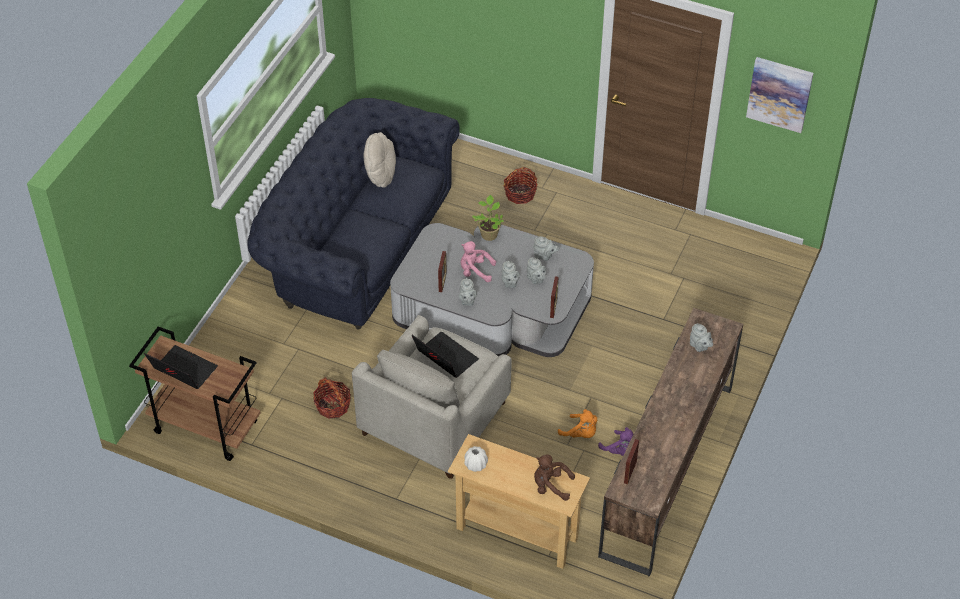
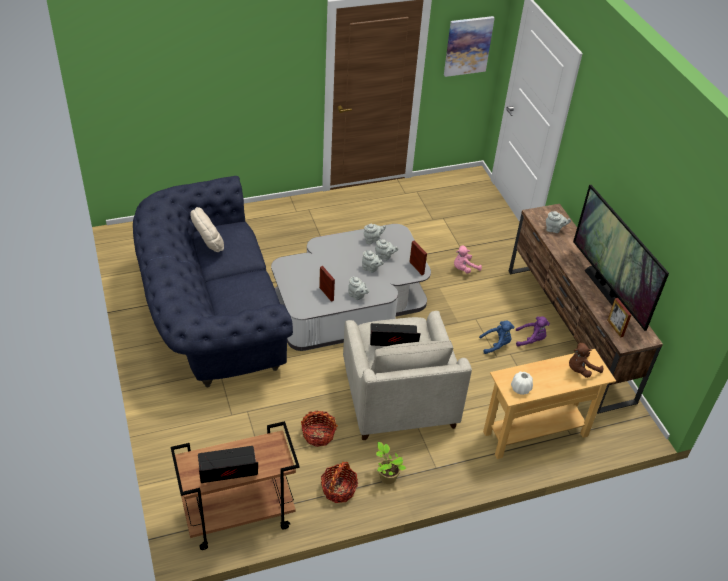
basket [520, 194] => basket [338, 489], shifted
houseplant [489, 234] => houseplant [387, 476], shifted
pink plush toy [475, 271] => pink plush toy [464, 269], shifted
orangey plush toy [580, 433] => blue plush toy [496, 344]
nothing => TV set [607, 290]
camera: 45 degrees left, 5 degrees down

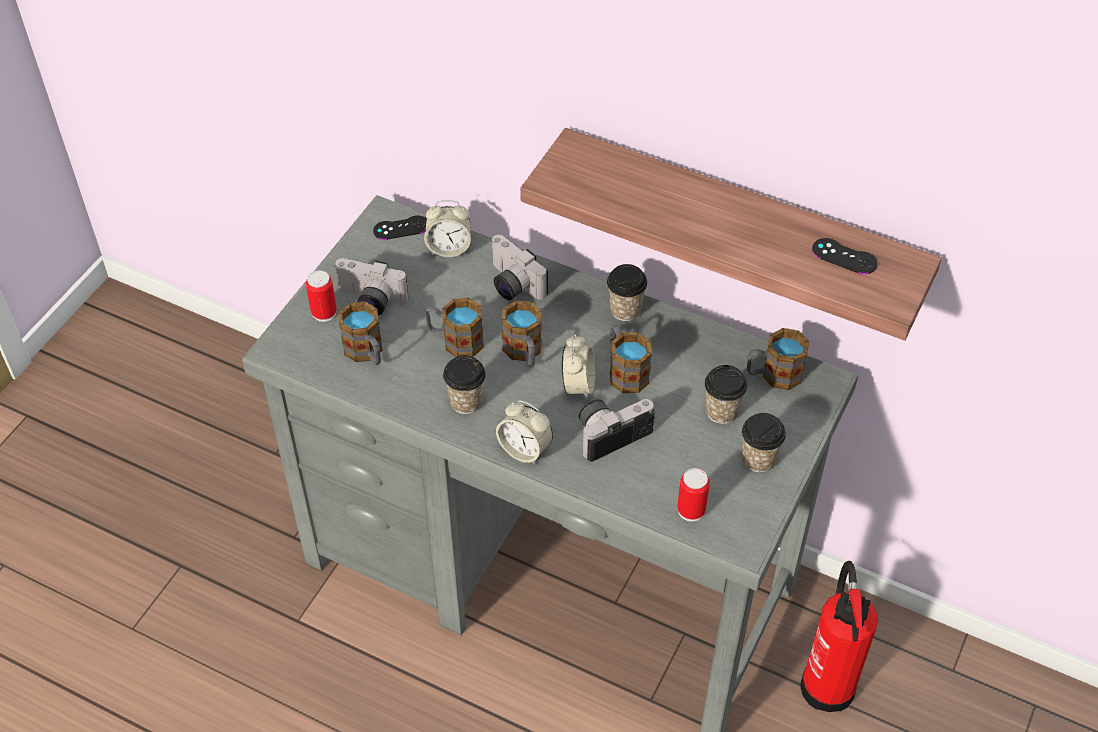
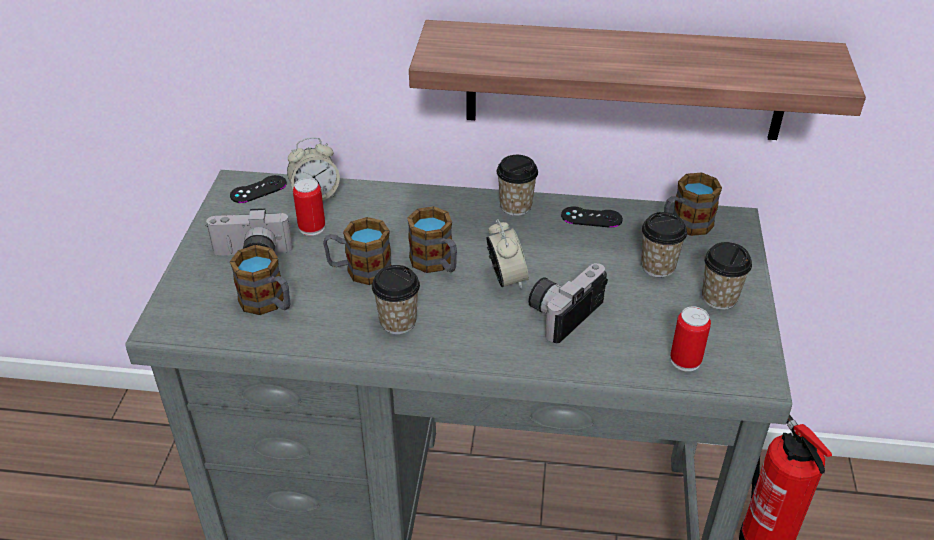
photo camera [511, 284] => nothing
black-coloured joypad [844, 256] => black-coloured joypad [591, 217], shifted
sealed can [324, 312] => sealed can [312, 227], shifted
coffee mug [625, 370] => nothing
bedside clock [525, 449] => nothing
camera: 20 degrees left, 10 degrees down

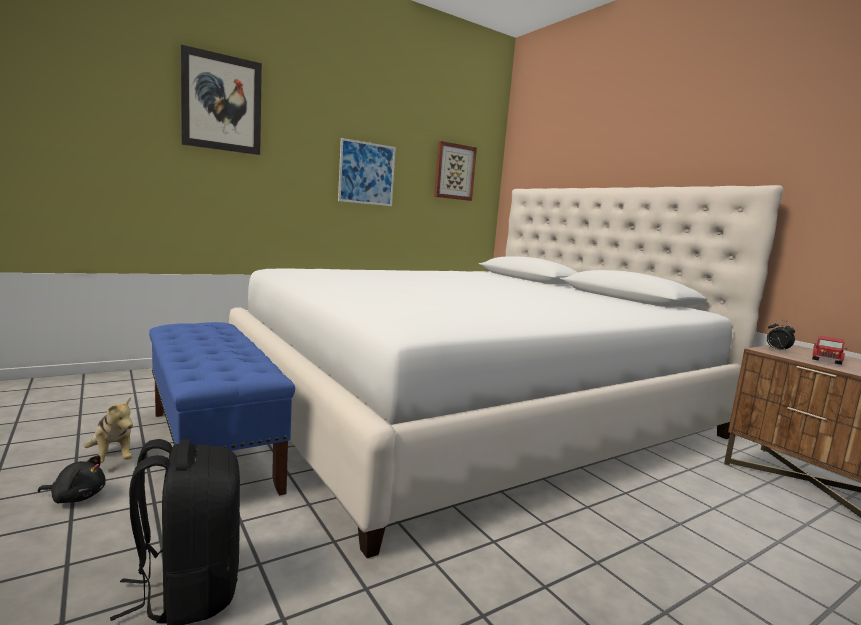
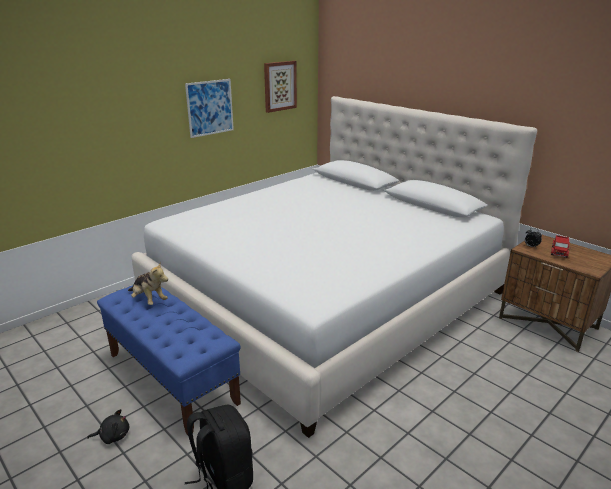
picture [222, 103] => nothing
plush toy [112, 457] => plush toy [148, 300], shifted
camera: 10 degrees left, 15 degrees up

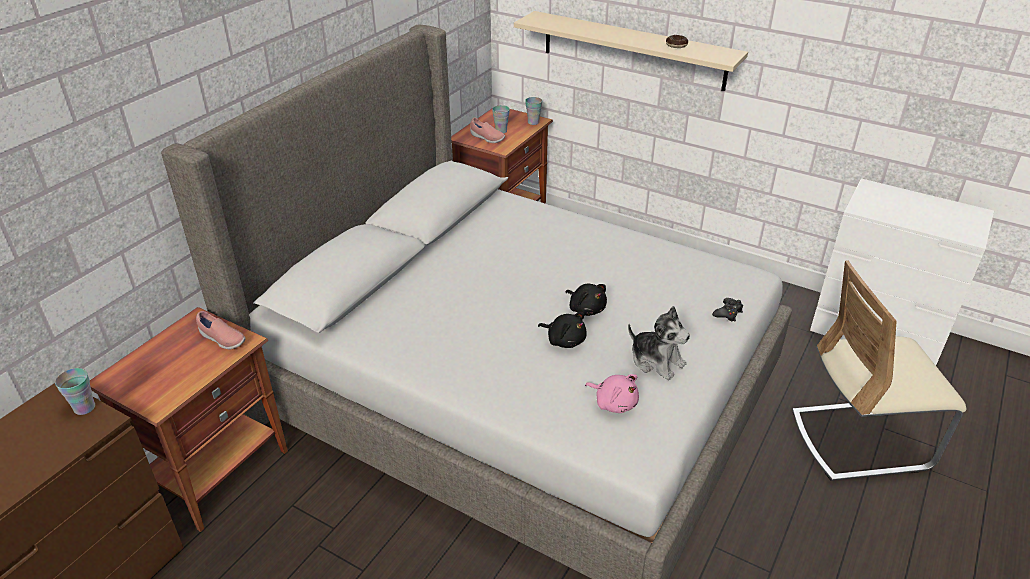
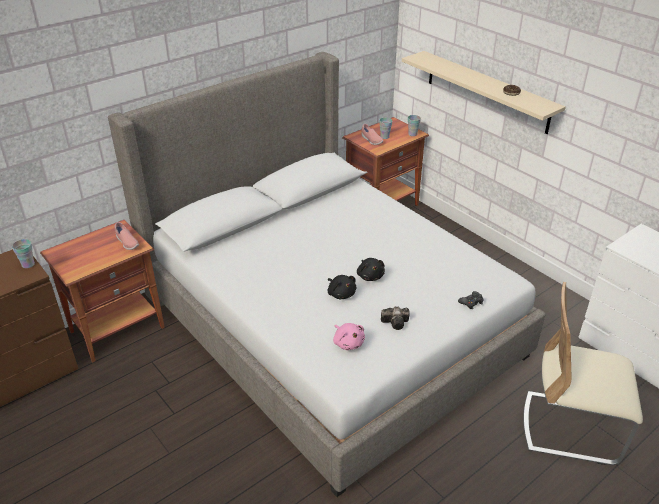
plush toy [656, 361] => photo camera [396, 323]
camera: 20 degrees right, 0 degrees up

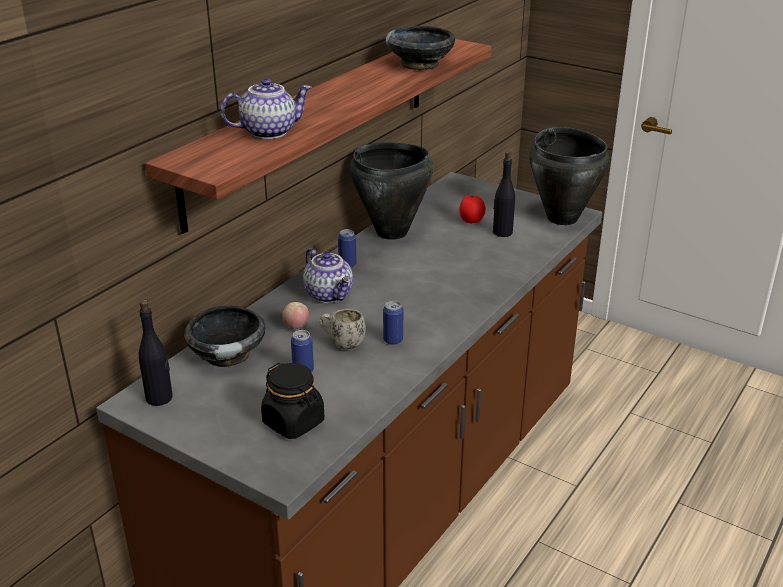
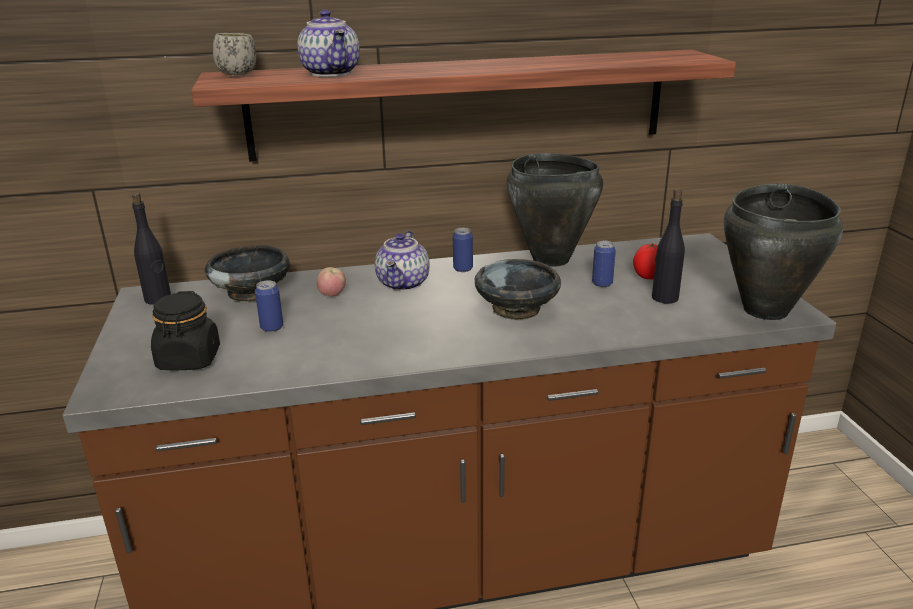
black-coloured bowl [420, 64] => black-coloured bowl [516, 309], shifted
pot for tea [269, 131] => pot for tea [332, 73], 45 degrees clockwise
sealed can [393, 340] => sealed can [602, 283], shifted
white-coloured coffee mug [342, 343] => white-coloured coffee mug [236, 74], shifted
camera: 45 degrees right, 5 degrees down

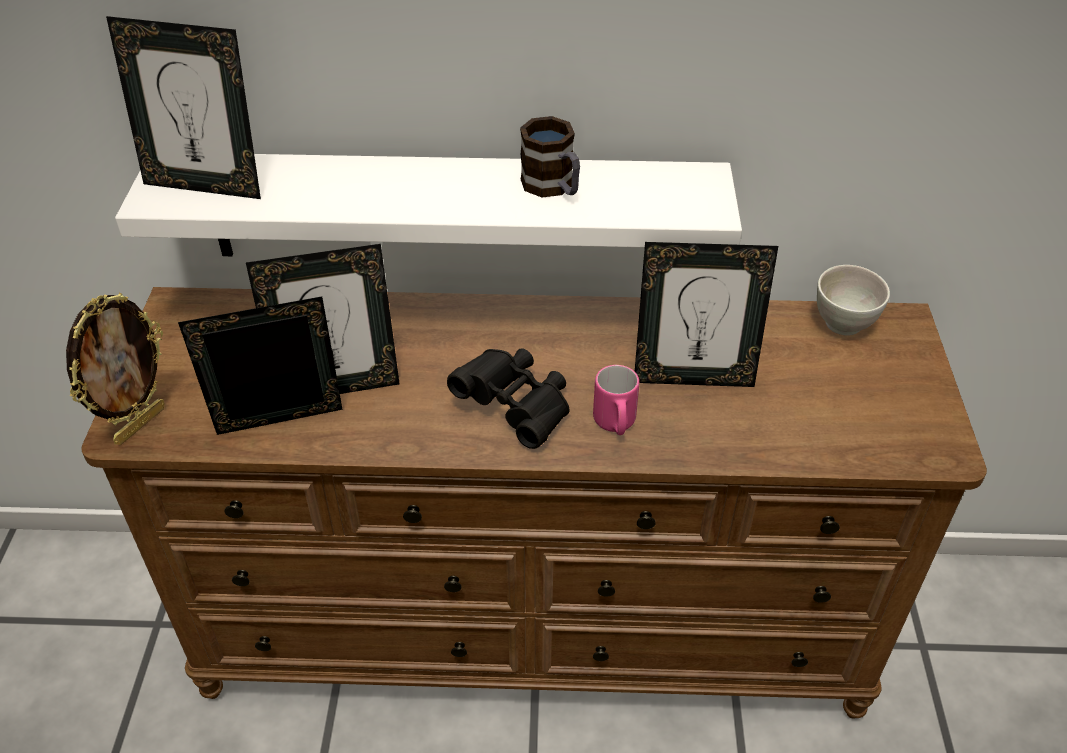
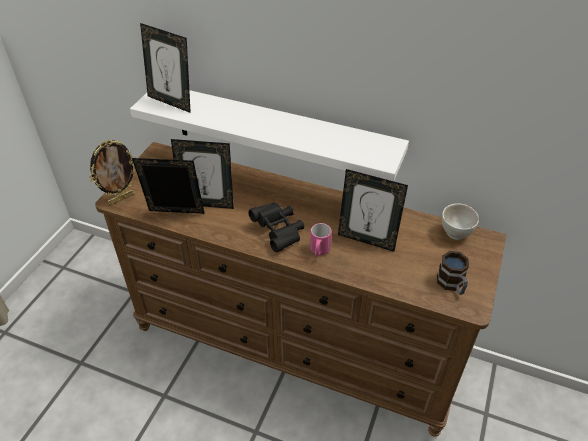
coffee mug [553, 188] => coffee mug [452, 285], shifted
camera: 20 degrees right, 0 degrees up

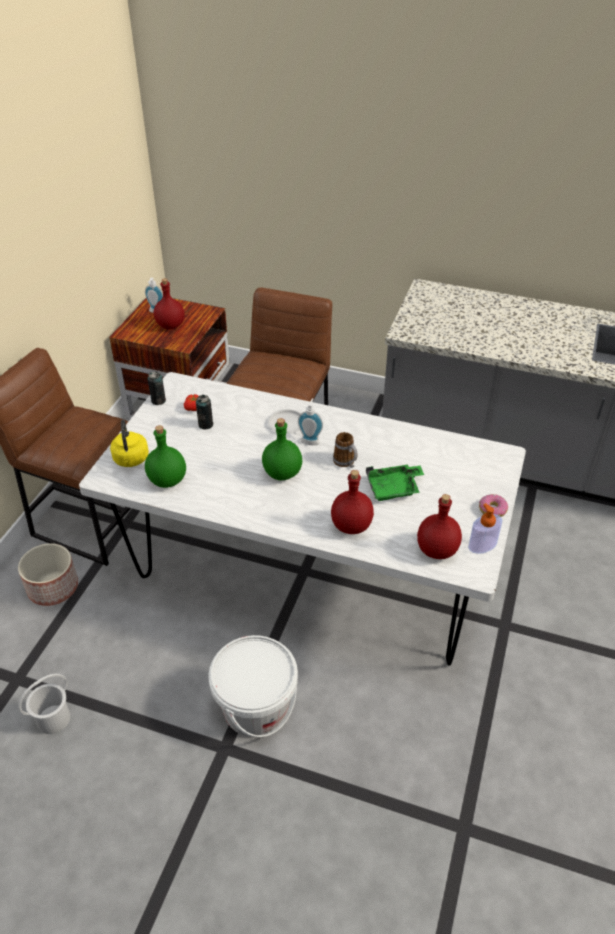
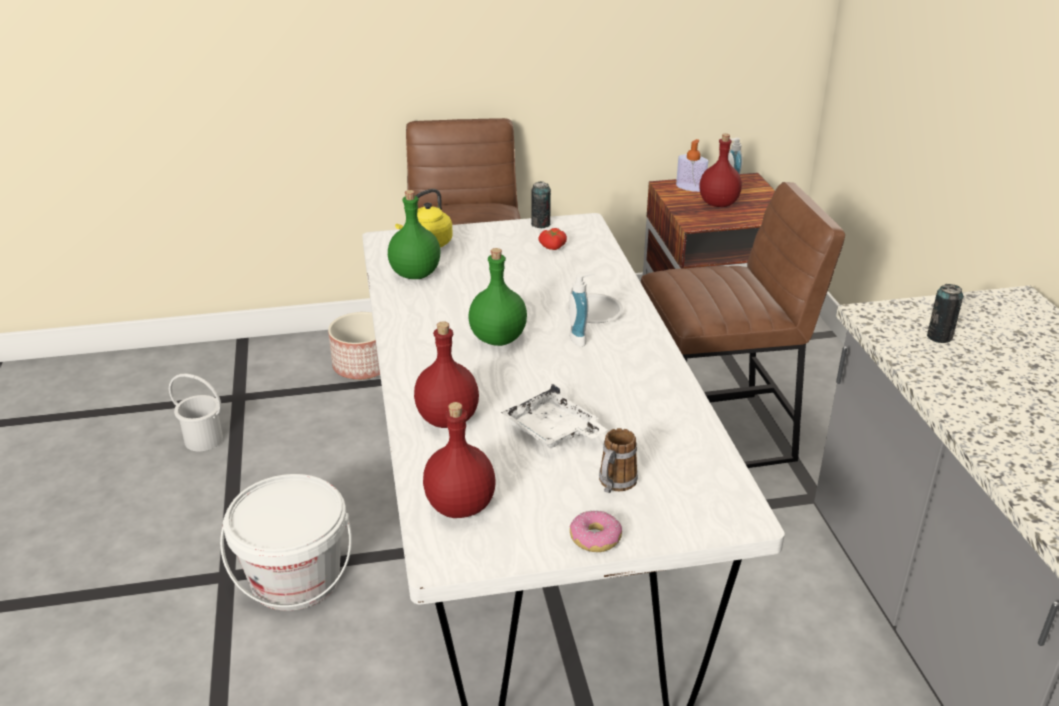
sealed can [205, 424] => sealed can [939, 337], shifted
coffee mug [346, 463] => coffee mug [614, 485], shifted
green-coloured carrying tray [394, 488] => white-coloured carrying tray [553, 431]
soap bottle [482, 545] => soap bottle [690, 187], shifted
camera: 60 degrees right, 10 degrees down

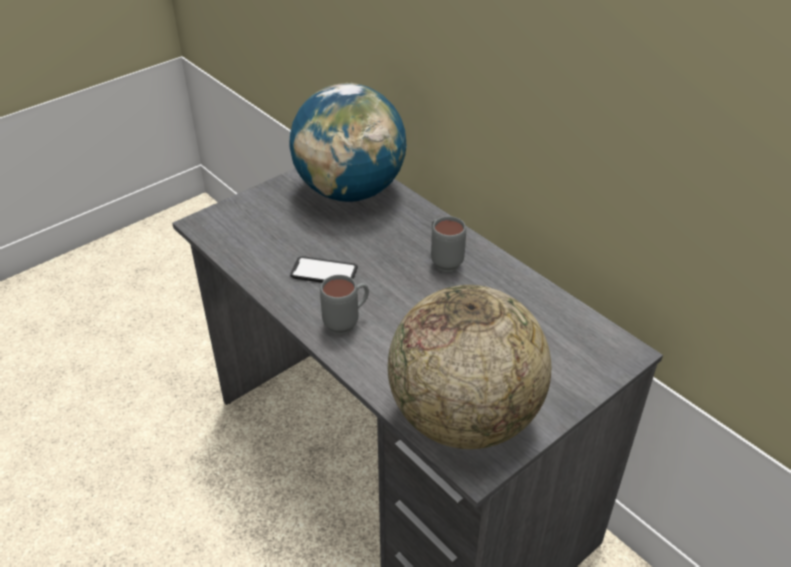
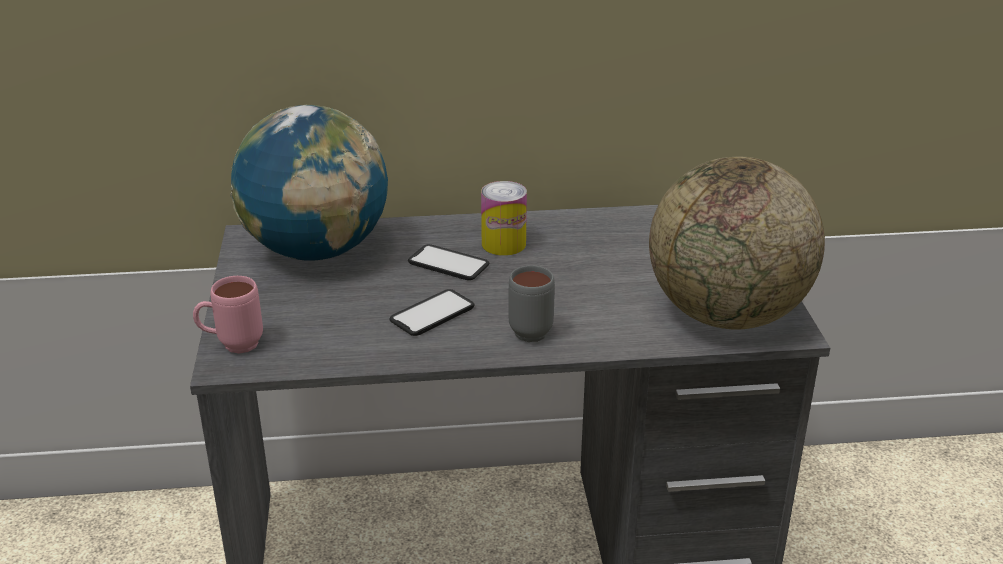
greyish coffee mug [443, 261] => sealed can [503, 244]
nothing => handset [448, 264]
nothing => pink coffee mug [232, 346]
camera: 55 degrees left, 10 degrees down

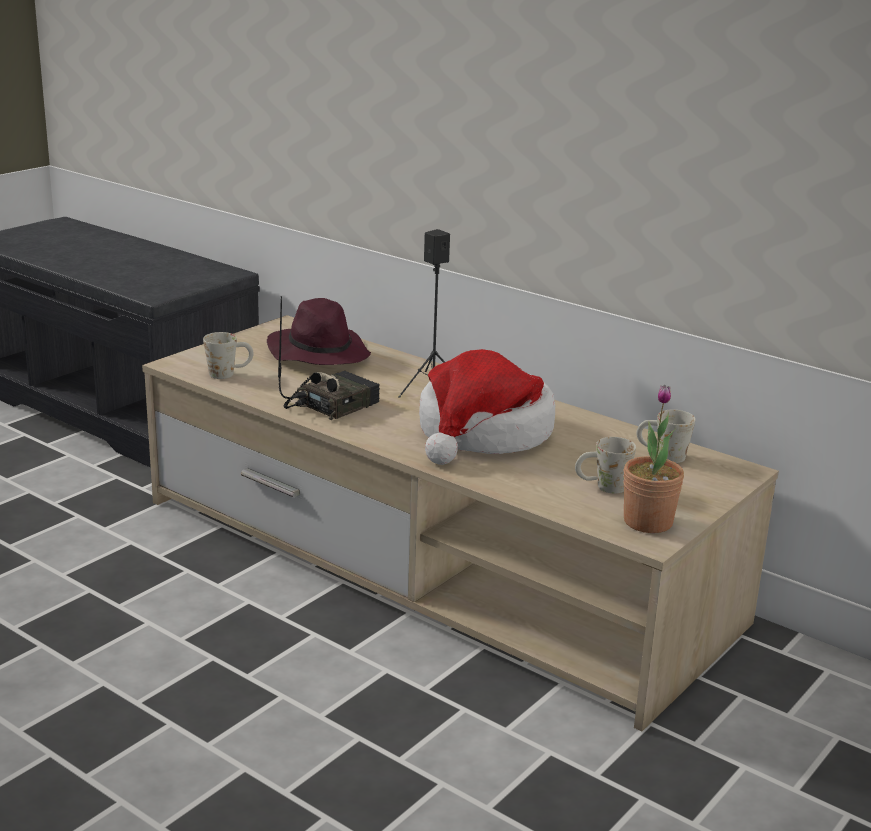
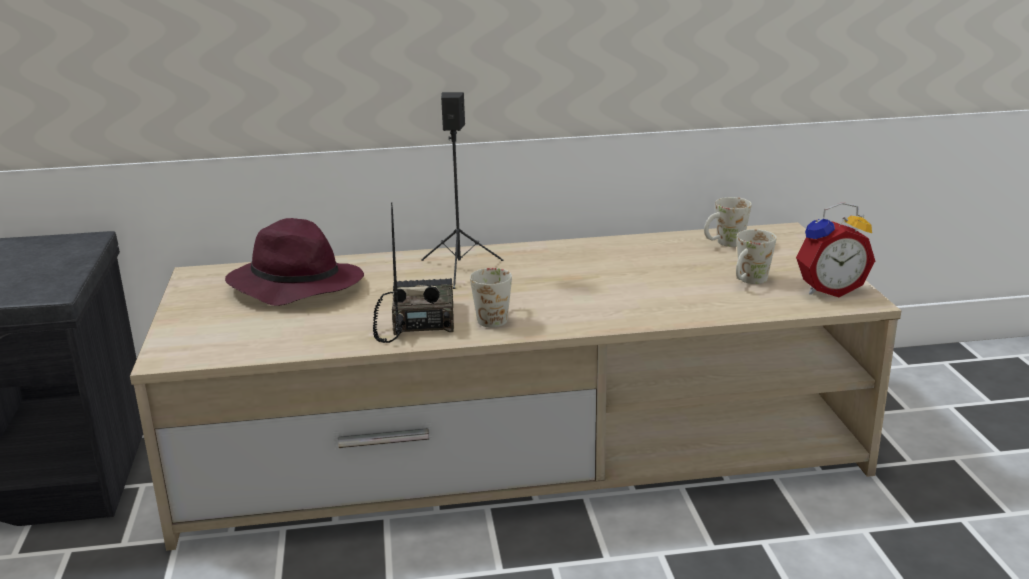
white-coloured coffee mug [229, 373] => white-coloured coffee mug [496, 317], shifted
hat [483, 434] => nothing
houseplant [648, 522] => bedside clock [829, 289]
camera: 45 degrees left, 0 degrees up

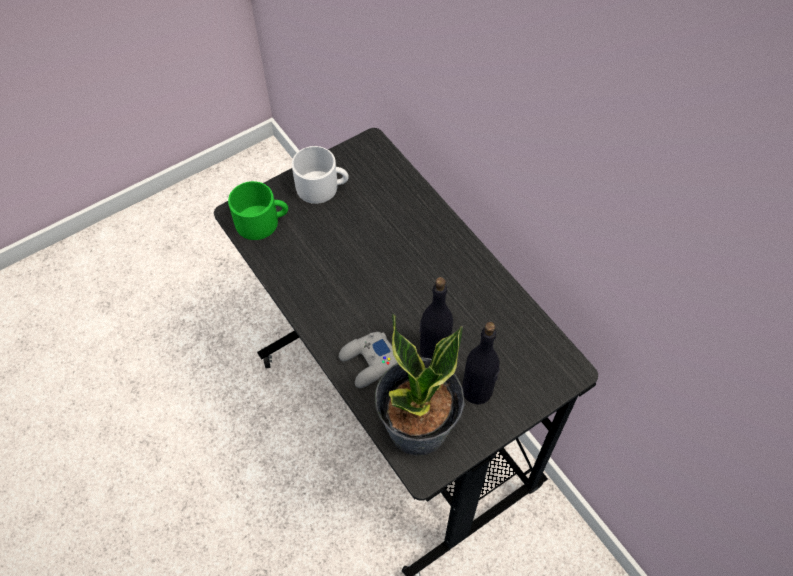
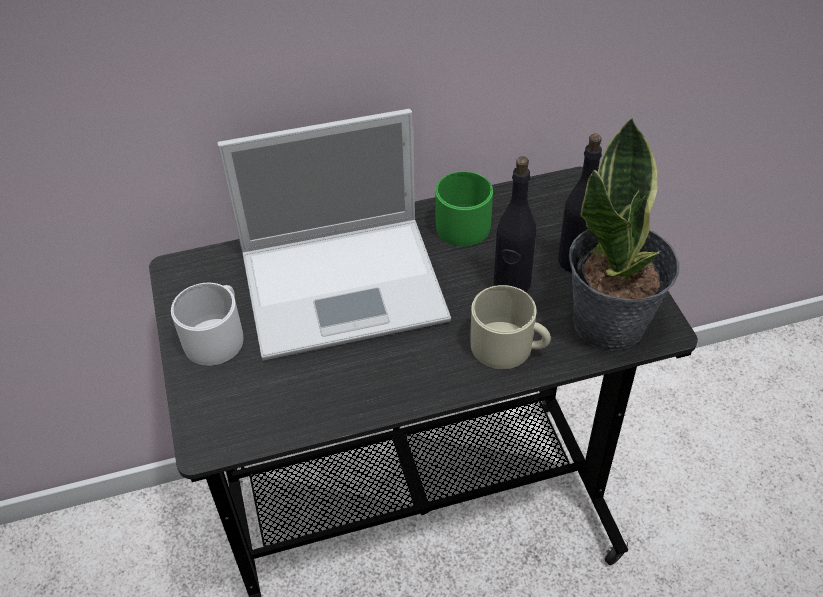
green-coloured coffee mug [262, 222] => green-coloured coffee mug [464, 221], shifted
greyish joypad [369, 362] => beige coffee mug [509, 347]
nothing => laptop [347, 284]
camera: 70 degrees left, 10 degrees down

